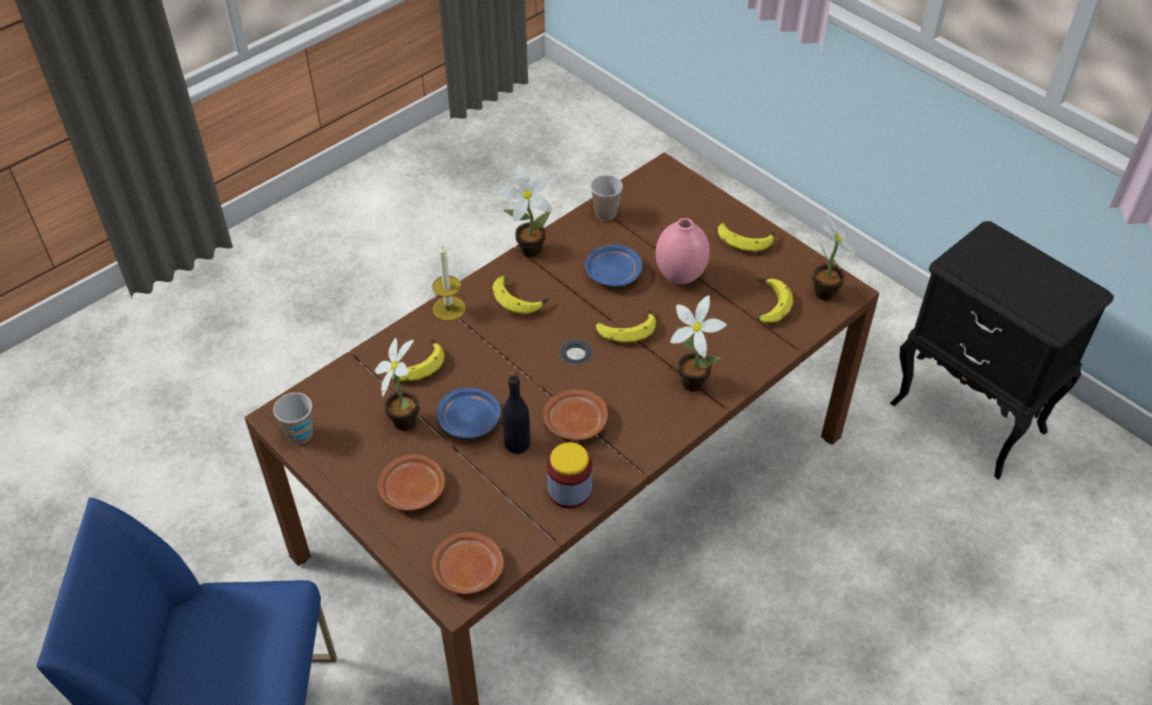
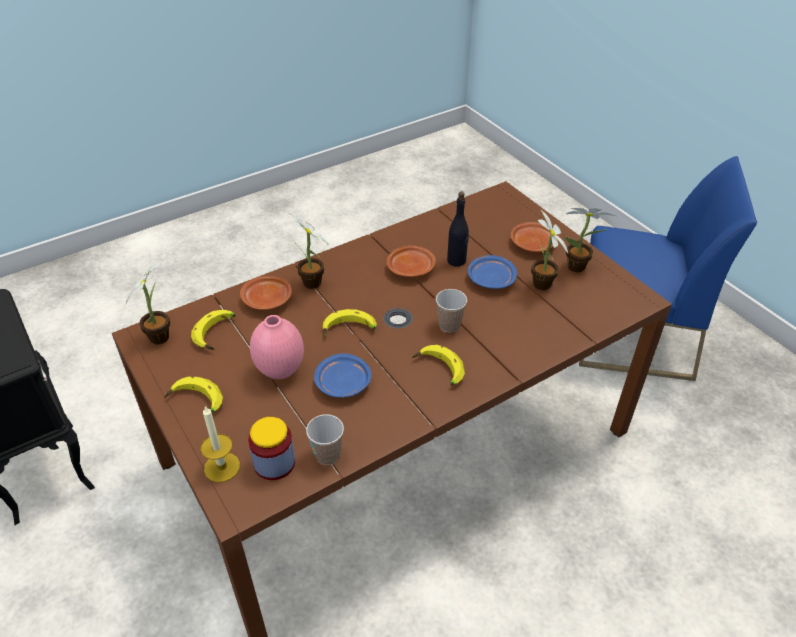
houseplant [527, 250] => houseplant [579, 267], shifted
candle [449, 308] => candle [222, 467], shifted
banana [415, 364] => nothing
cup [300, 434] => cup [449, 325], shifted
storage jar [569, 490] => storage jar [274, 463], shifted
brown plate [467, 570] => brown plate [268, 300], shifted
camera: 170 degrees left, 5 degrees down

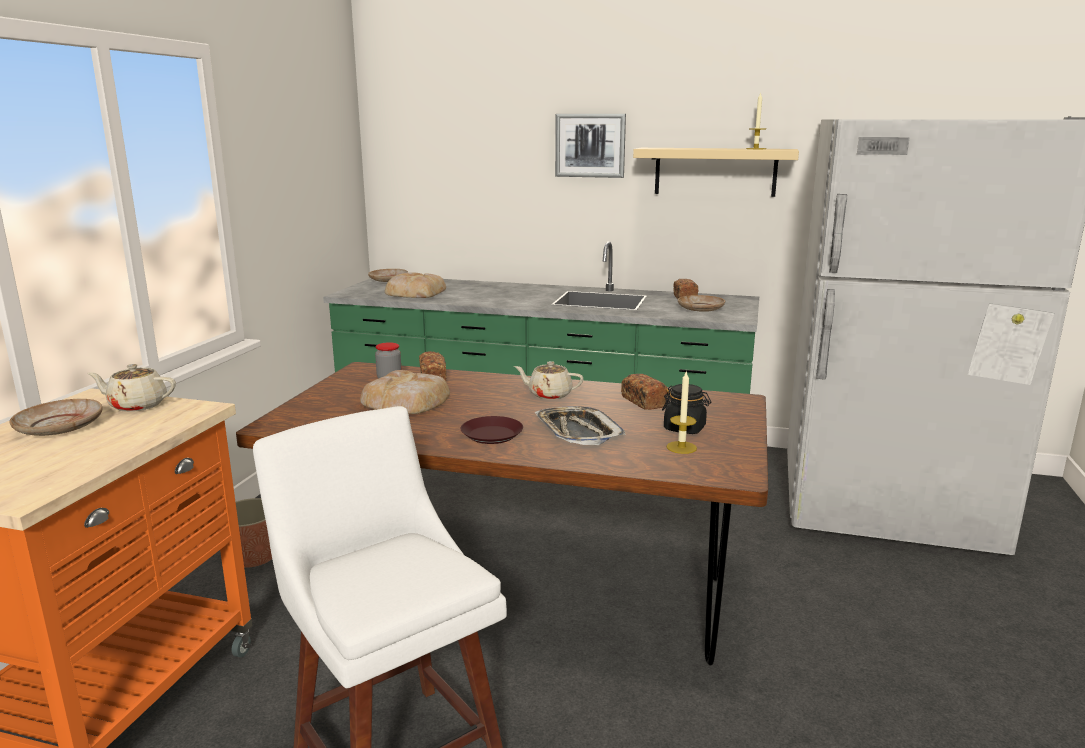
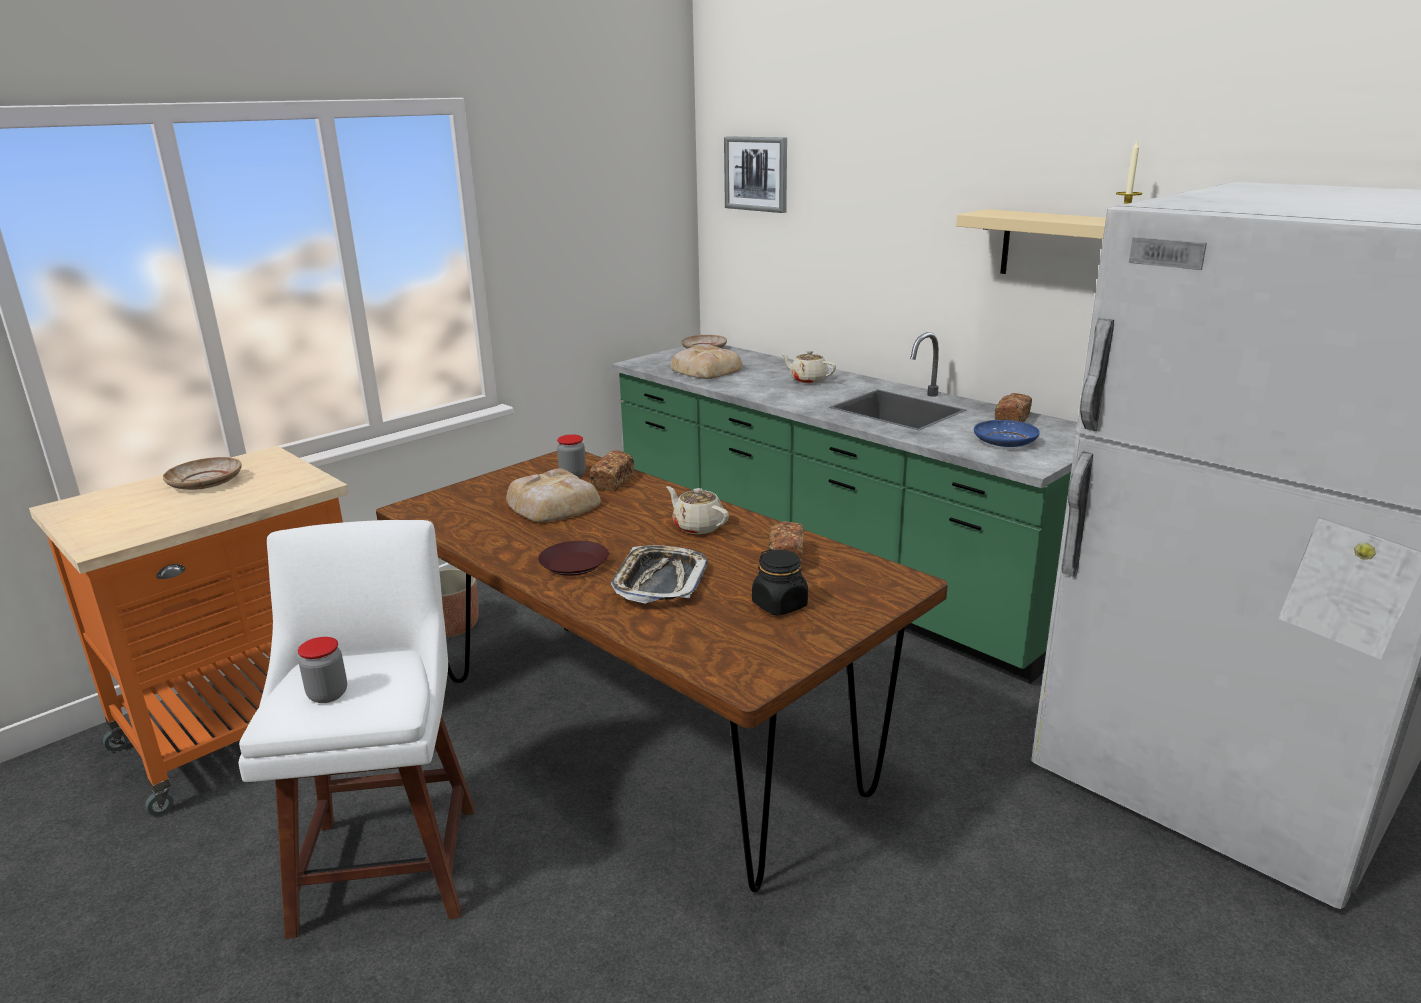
picture [590, 145] => picture [756, 174], shifted
beige plate [701, 309] => blue plate [1005, 441]
beige pot for tea [137, 405] => beige pot for tea [808, 380], shifted
candle [681, 447] => nothing
nothing => storage jar [328, 694]
camera: 30 degrees right, 5 degrees up

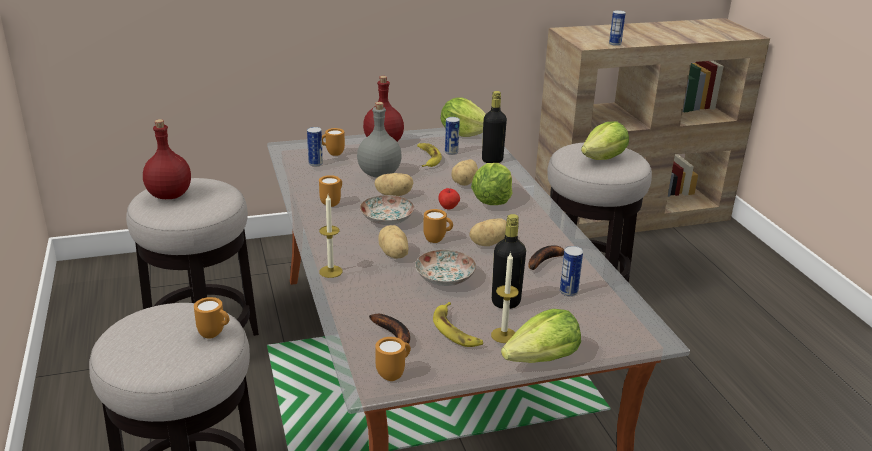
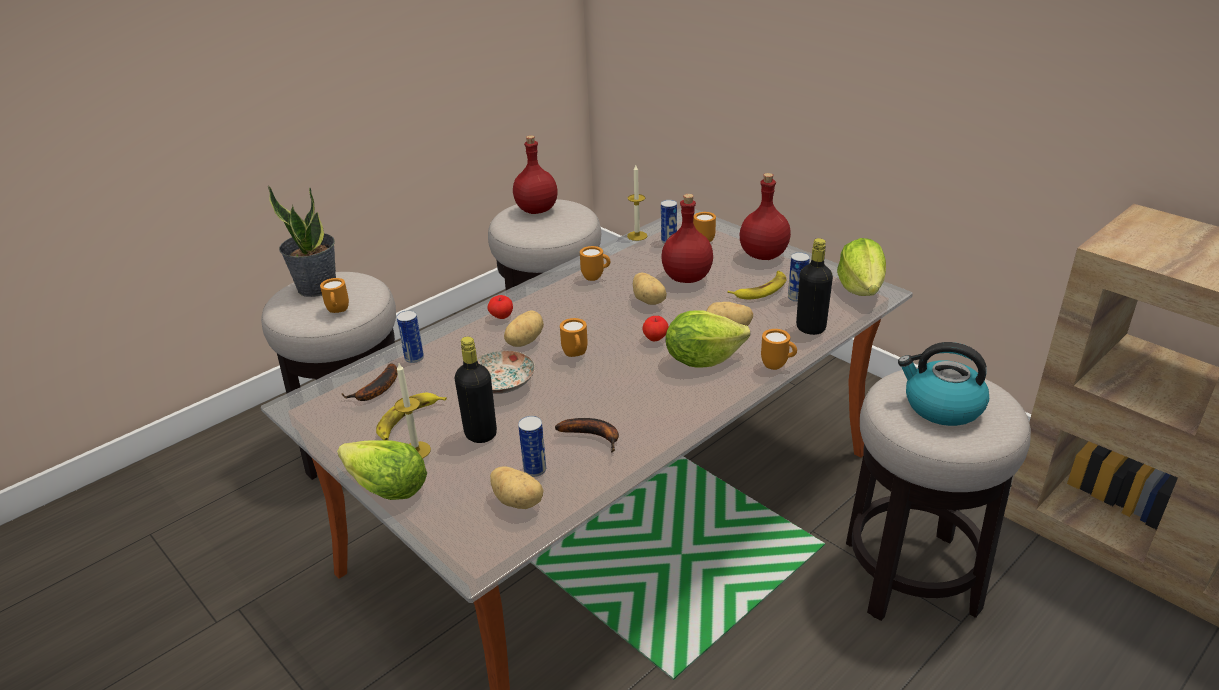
sealed can [615, 44] => sealed can [414, 358], shifted
greyish bottle [380, 174] => red bottle [687, 278]
head of lettuce [604, 158] => tea kettle [941, 407]
candle [330, 271] => candle [637, 236], shifted
plate [387, 219] => nothing
potato [488, 243] => potato [518, 501], shifted
orangey coffee mug [394, 374] => orangey coffee mug [778, 366], shifted
nothing => houseplant [317, 287]
nothing => whole apple [501, 317]
camera: 65 degrees right, 5 degrees up

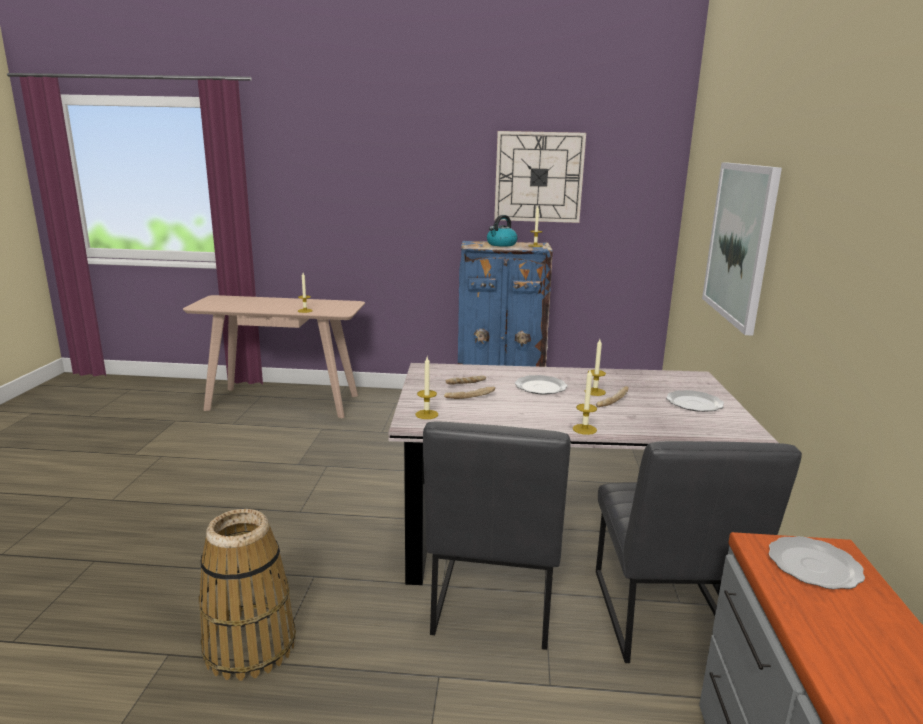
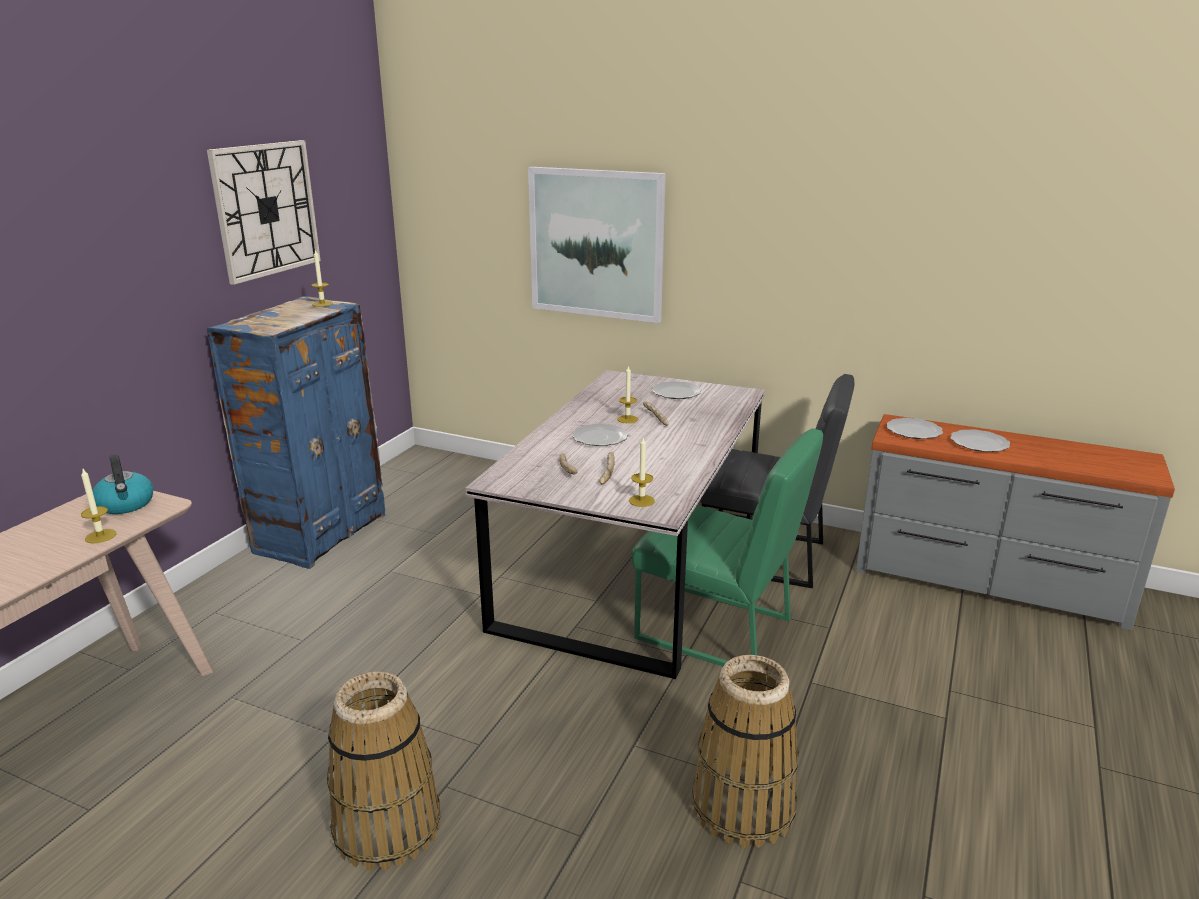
tea kettle [501, 244] => tea kettle [126, 504], shifted
candle [584, 429] => nothing
greyish plain chair [493, 599] => green-coloured plain chair [718, 630]
nothing => plate [980, 443]
nothing => basket [387, 827]
camera: 70 degrees left, 5 degrees up

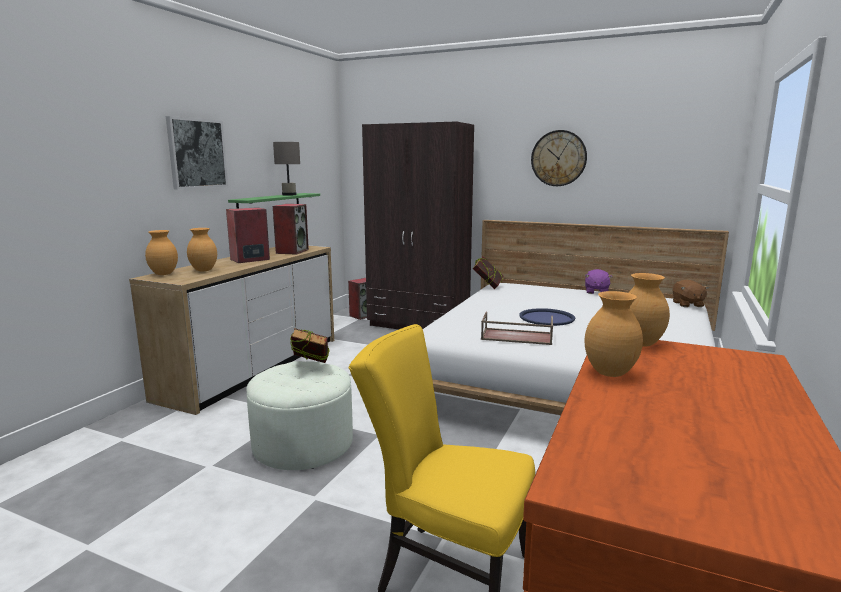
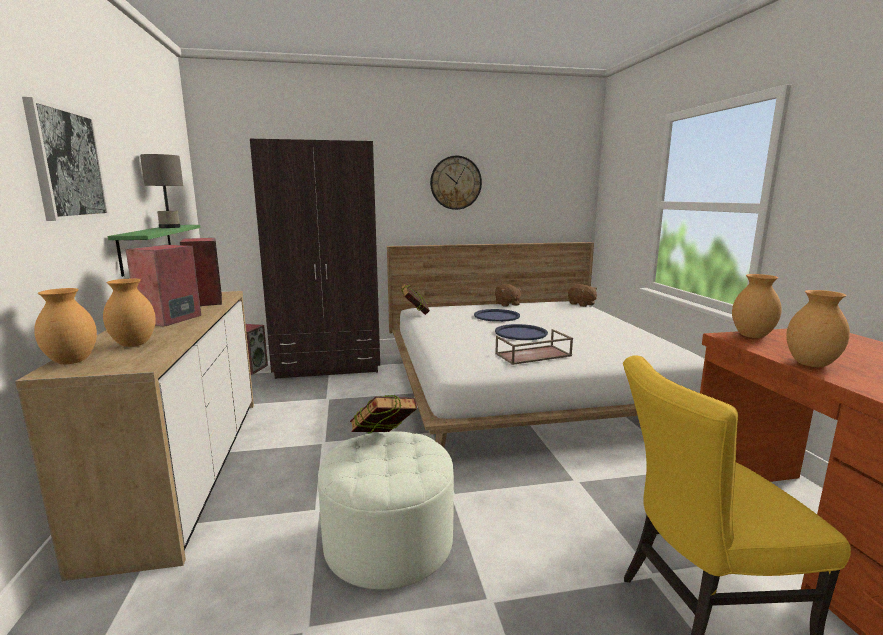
purplish plush toy [596, 292] => brown plush toy [507, 304]
nothing => blue carrying tray [496, 316]
camera: 35 degrees left, 0 degrees up

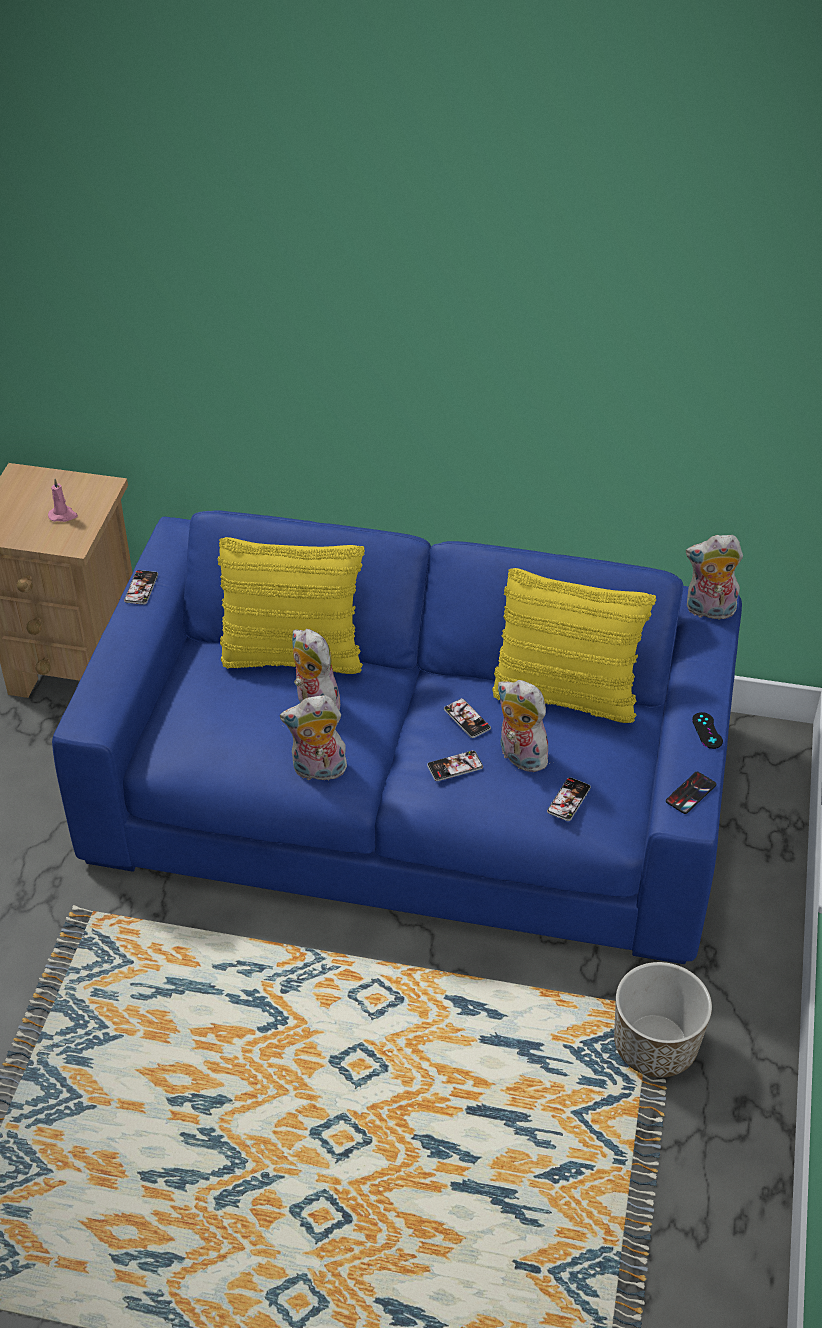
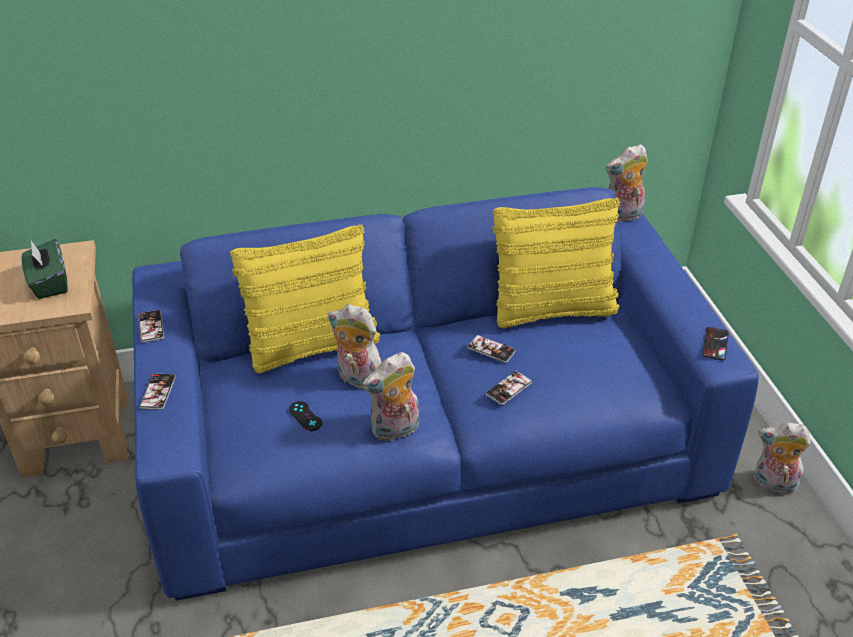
pink candle [63, 515] => green-coloured tissue box [49, 283]
plush toy [519, 757] => plush toy [773, 484], shifted
black-coloured joypad [707, 731] => black-coloured joypad [305, 416], shifted
handset [568, 800] => handset [158, 392], shifted
planter [655, 1046] => nothing
camera: 25 degrees left, 5 degrees down

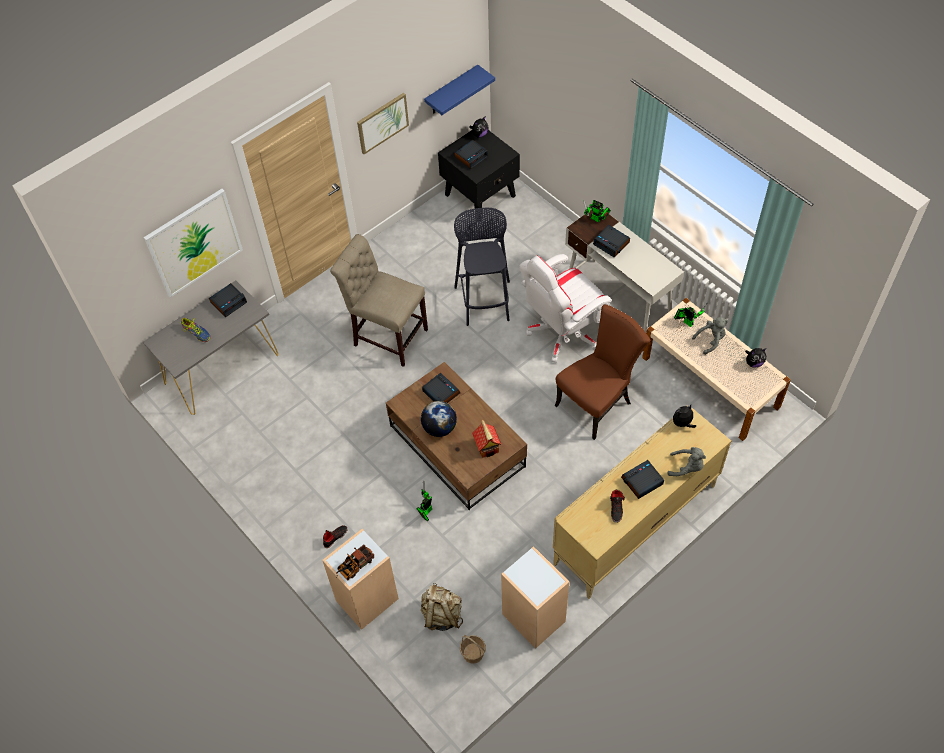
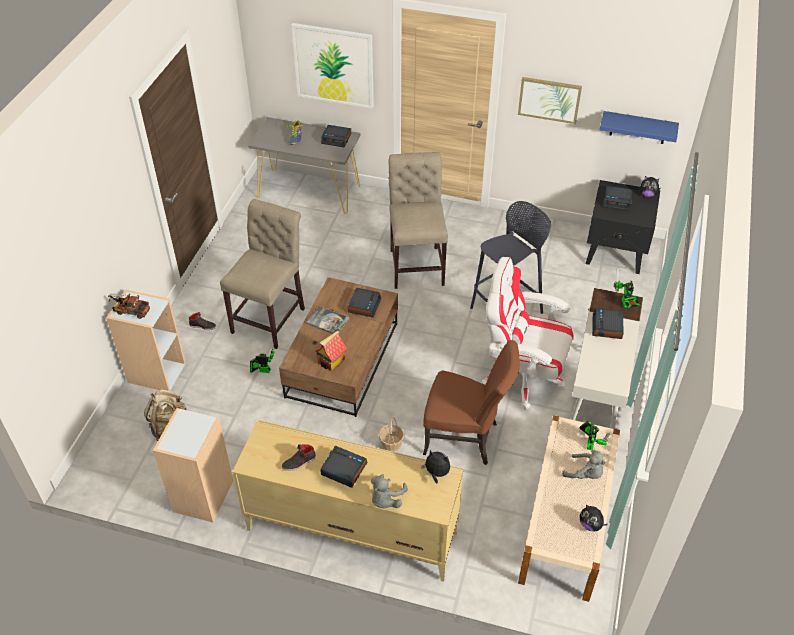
world globe [439, 428] => book [327, 321]
greyish plush toy [686, 467] => greyish plush toy [386, 500], 45 degrees clockwise
basket [473, 653] => basket [391, 444], shifted
nothing => beige plain chair [271, 317]
camera: 55 degrees right, 10 degrees down

